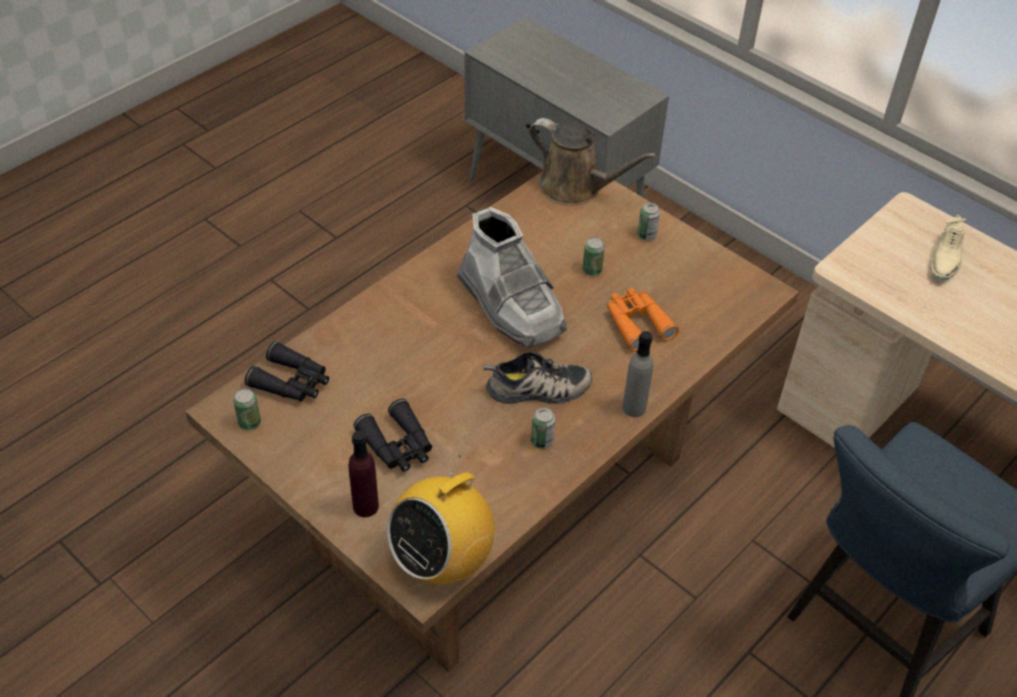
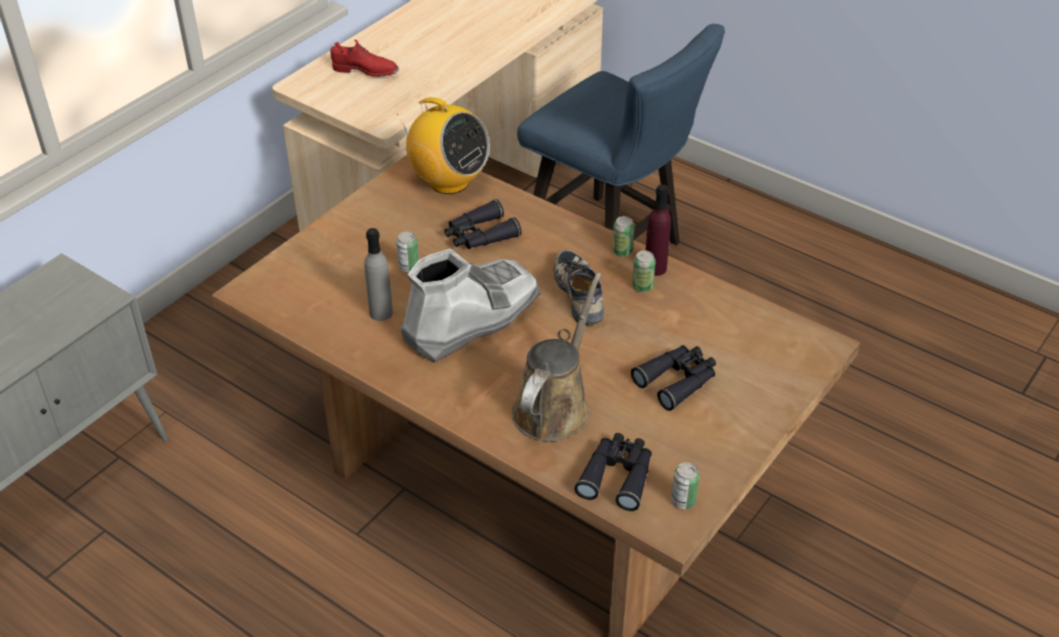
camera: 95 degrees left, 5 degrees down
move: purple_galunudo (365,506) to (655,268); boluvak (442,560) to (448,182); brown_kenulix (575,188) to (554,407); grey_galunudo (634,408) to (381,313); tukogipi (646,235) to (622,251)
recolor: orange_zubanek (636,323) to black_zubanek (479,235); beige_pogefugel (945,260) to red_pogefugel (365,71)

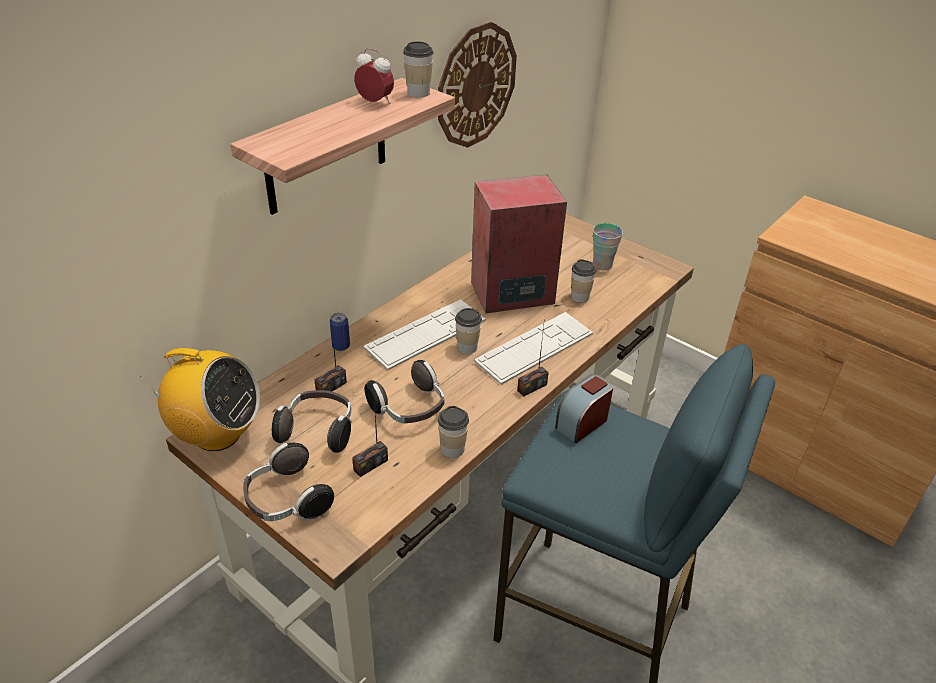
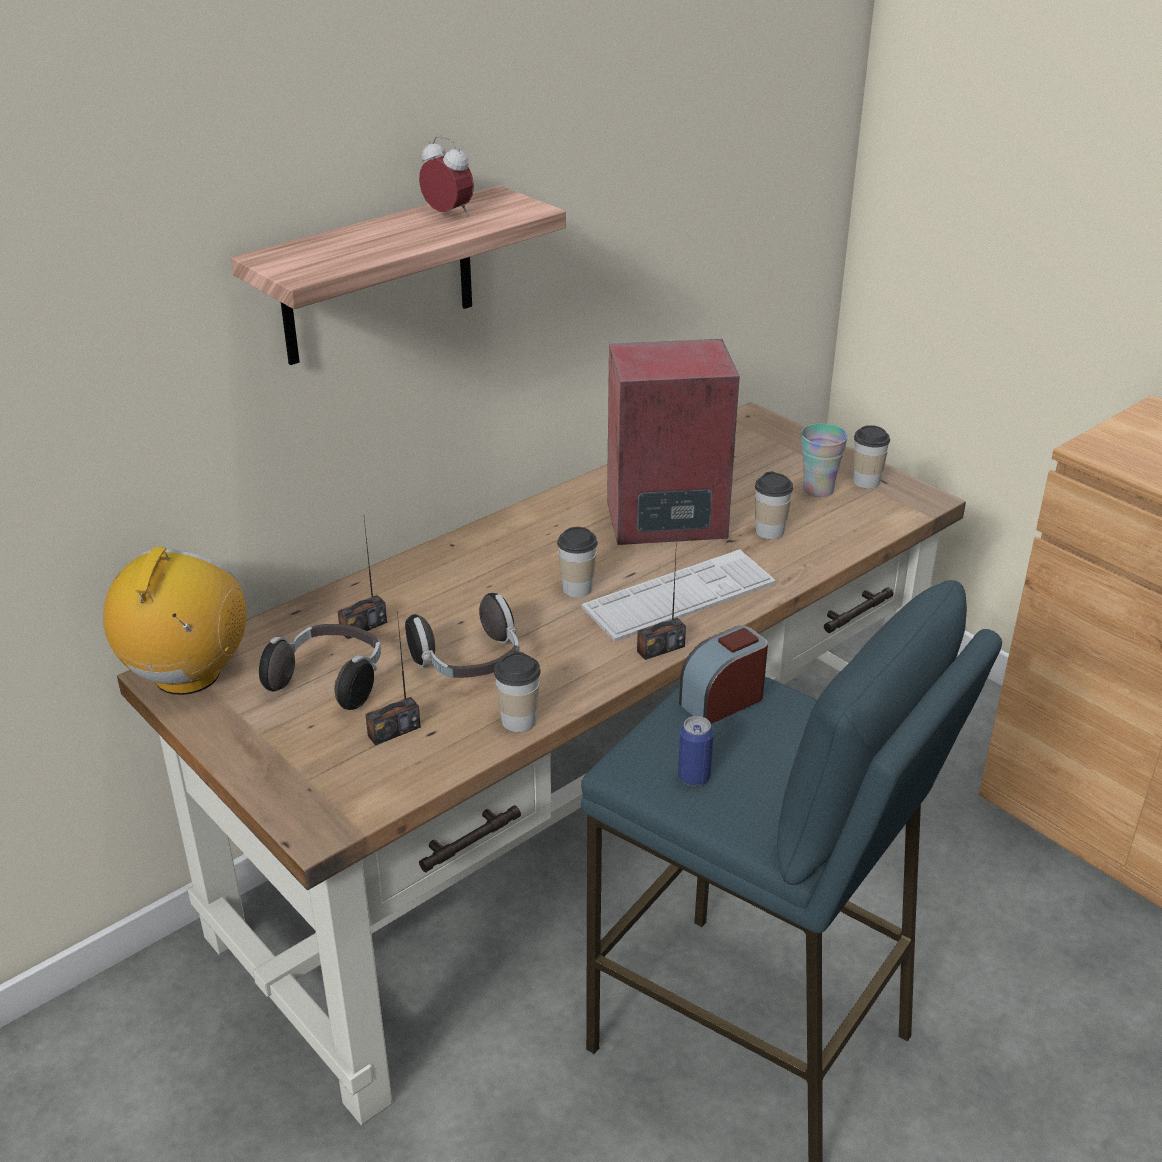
camera: 10 degrees right, 5 degrees down
delete: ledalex (286,501); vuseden (426,334); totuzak (476,86)
move: tukogipi (341,346) to (694,777); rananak (418,93) to (866,481)
rotate: boluvak (216,435) = (187,675) 105 degrees counterclockwise

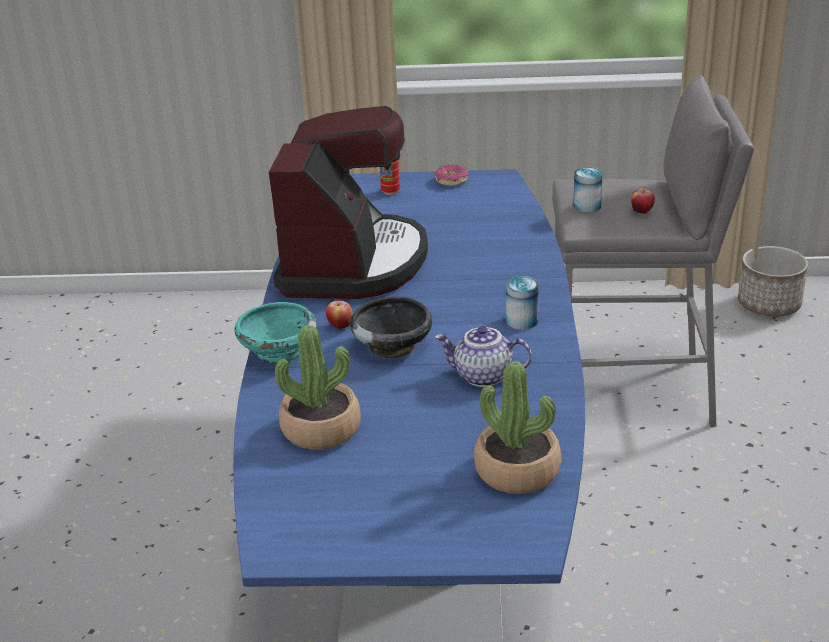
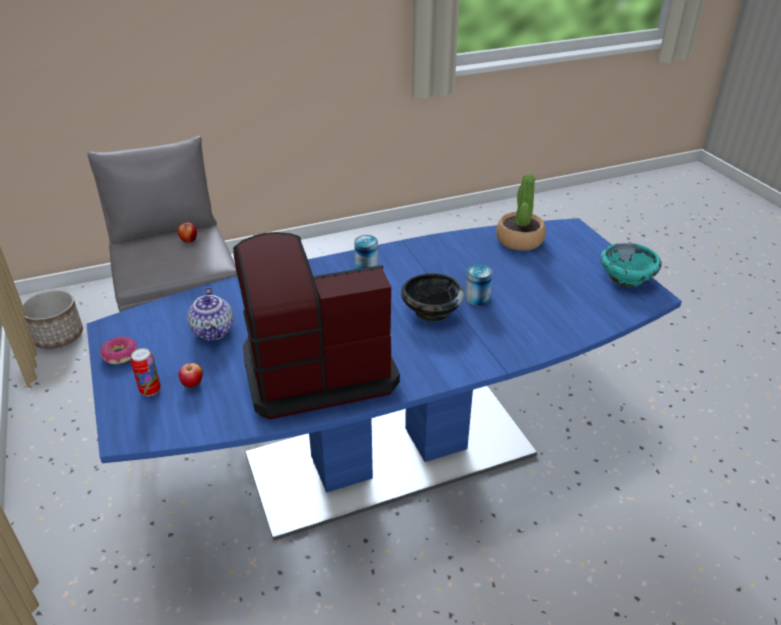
camera: 115 degrees left, 5 degrees up
delete: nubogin (321,429)
move: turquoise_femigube (278,351) to (626,278); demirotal (340,327) to (193,385); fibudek (482,377) to (214,332); tukogipi (587,206) to (477,298)

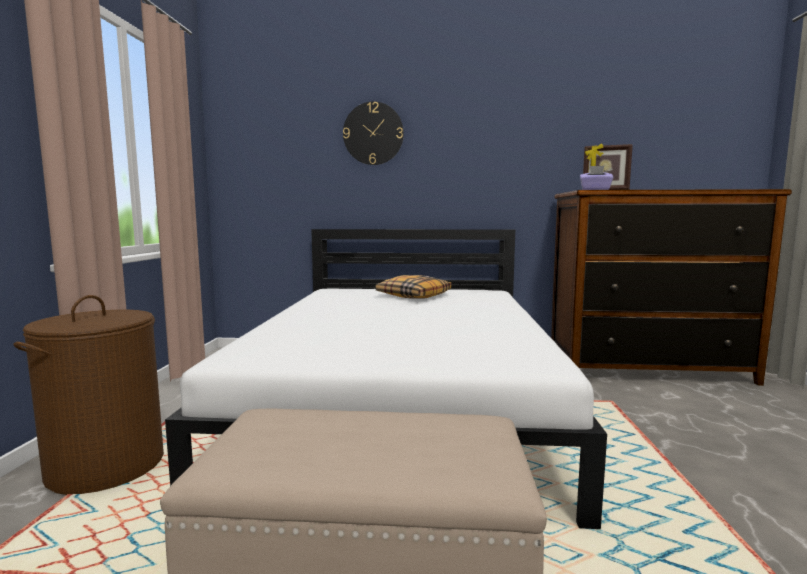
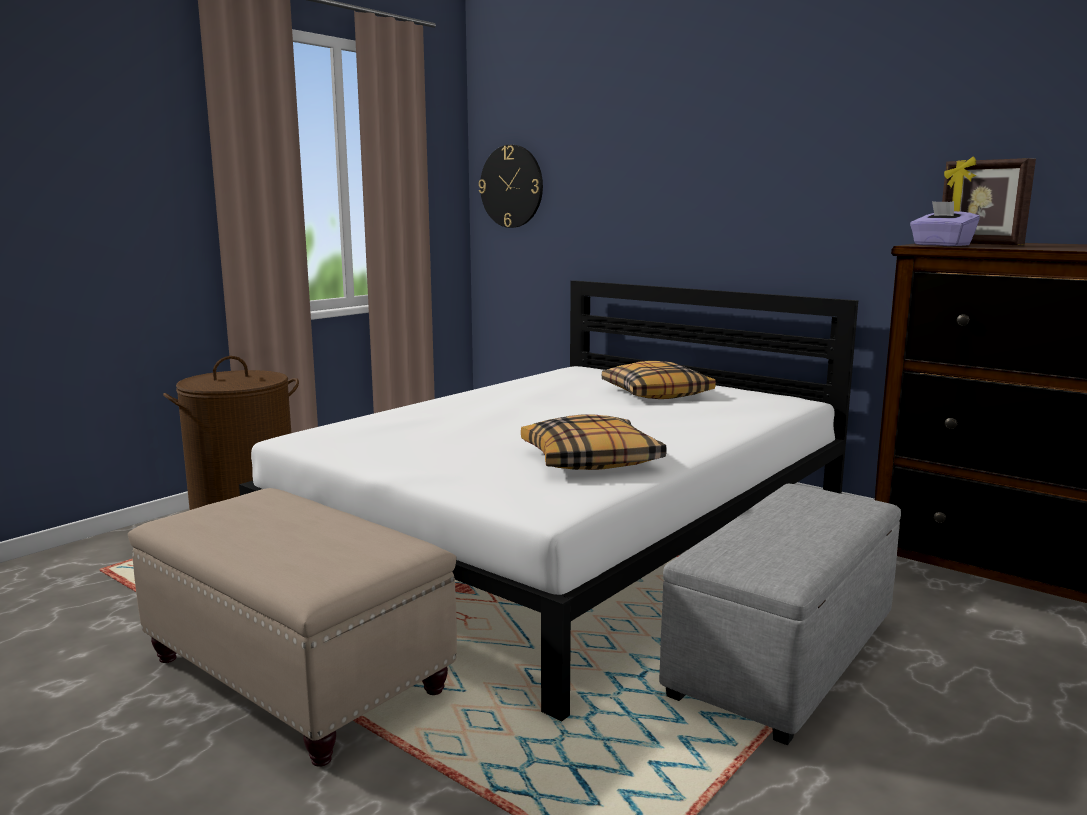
camera: 35 degrees right, 5 degrees up
insert: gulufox (590,460); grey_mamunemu (783,657)
move: totuzak (373,133) to (511,186)

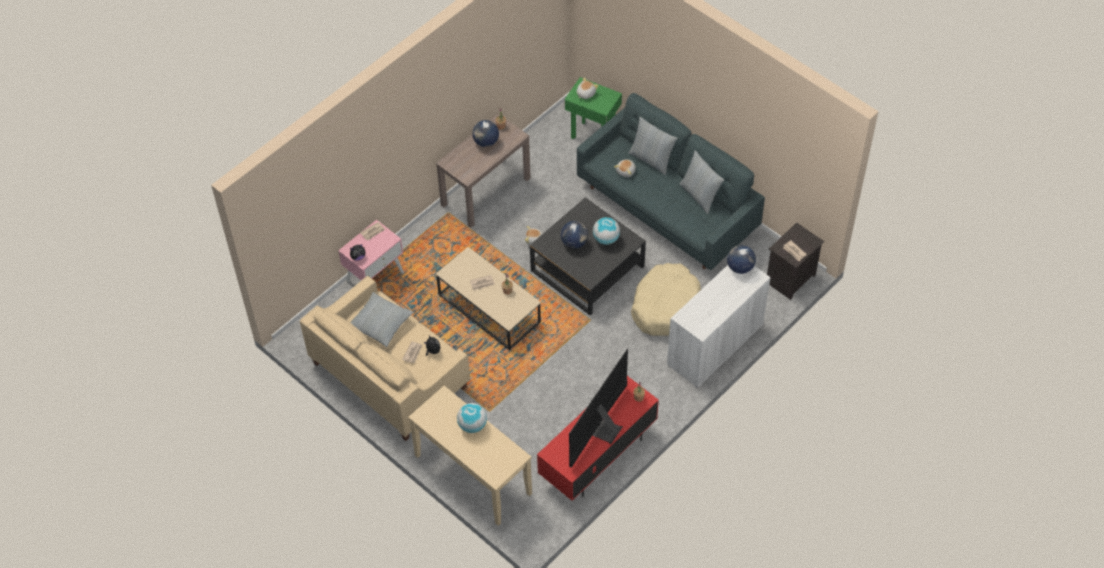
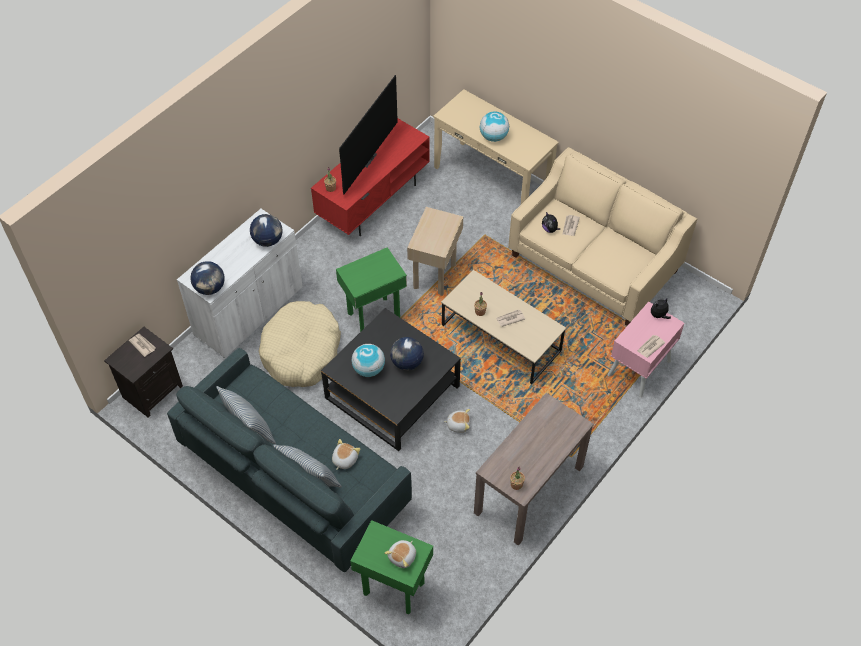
camera: 175 degrees right, 0 degrees up
delete: gulufox (380,323)
insert: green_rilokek (374,315); beige_rilokek (435,276)
move: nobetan (485,142) to (268,240)

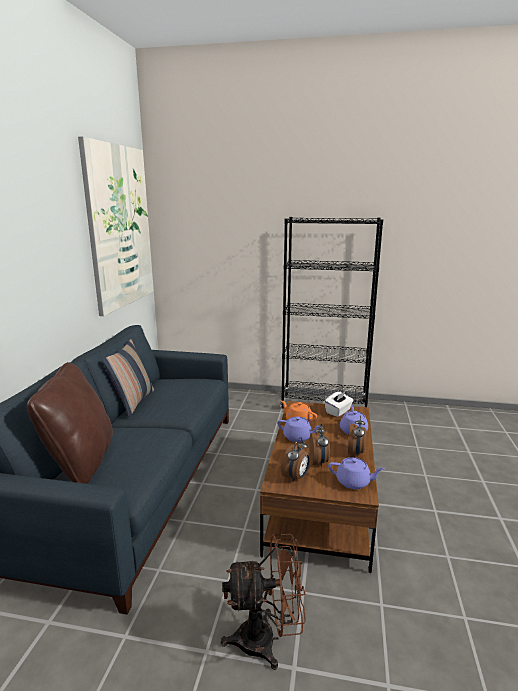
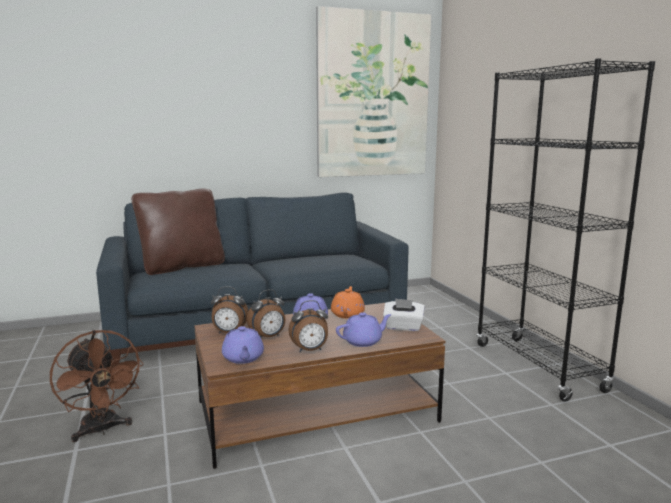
camera: 60 degrees right, 5 degrees down
delete: gulufox (133,402)

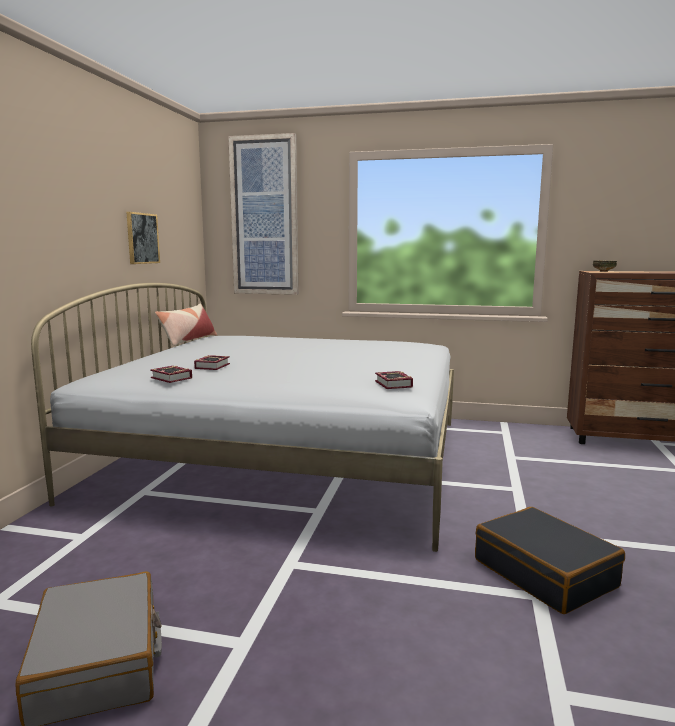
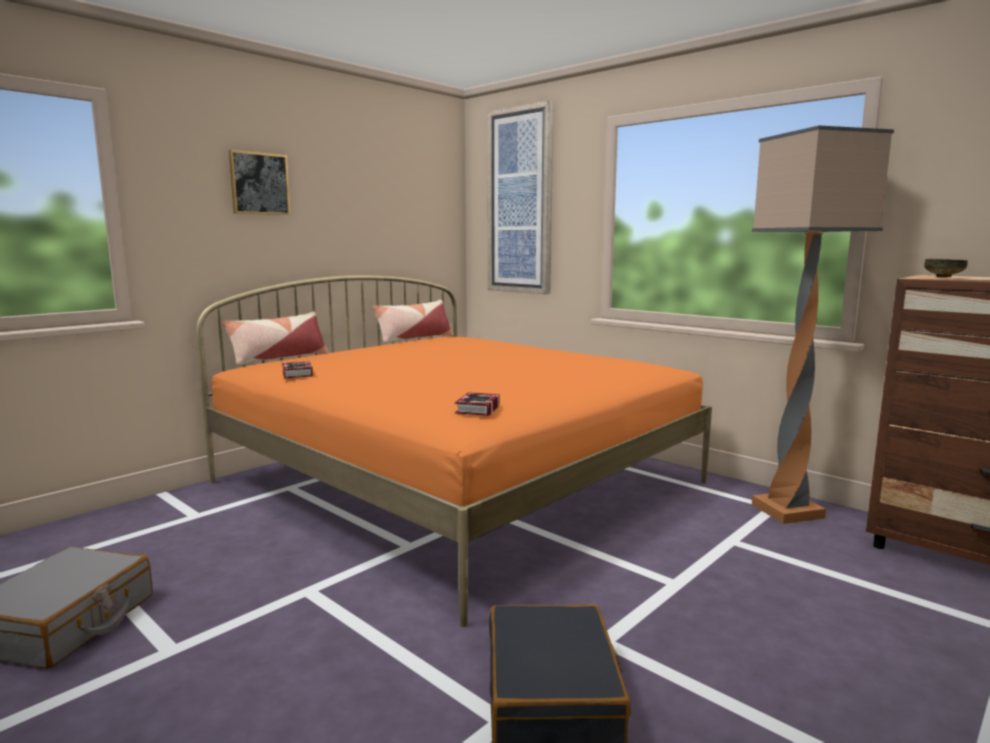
camera: 30 degrees right, 0 degrees up
delete: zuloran (214,366)
insert: gulufox (279,358); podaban (789,511)
move: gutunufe (142,238) to (259,183)
recolor: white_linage (287,457) to orange_linage (458,482)

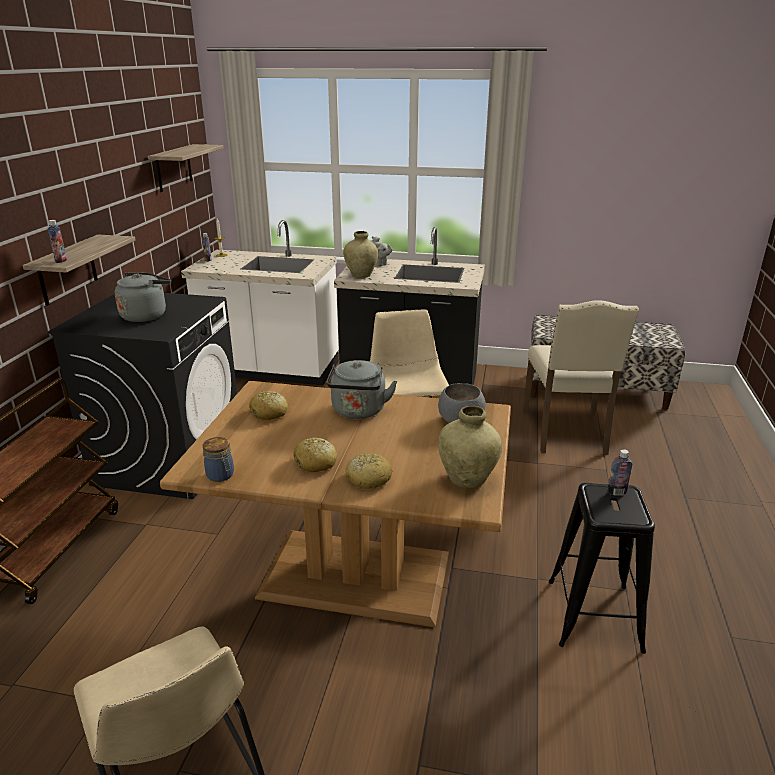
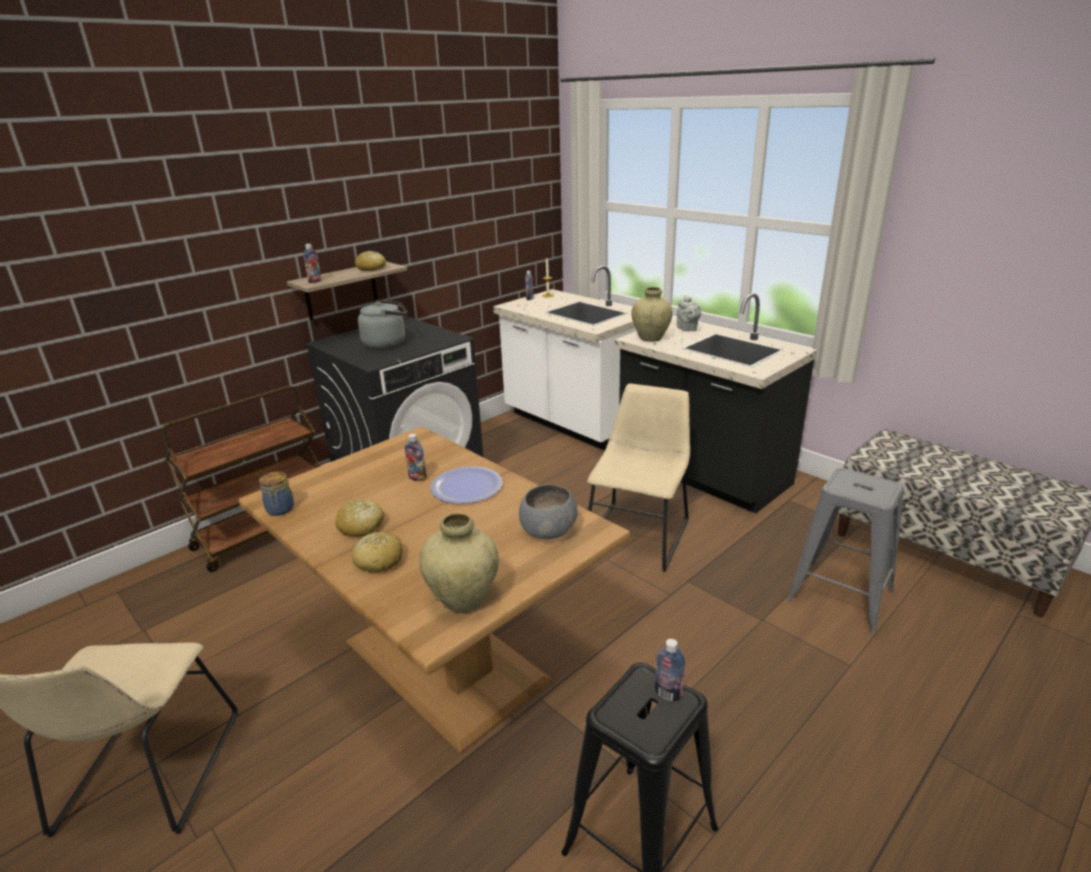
camera: 35 degrees right, 0 degrees up
delete: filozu (174,168)
insert: galunudo (417,478)
move: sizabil (269,413) to (371,268)
replace: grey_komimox (358,411) to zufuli (466,487); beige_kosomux (566,433) to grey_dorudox (841,596)

